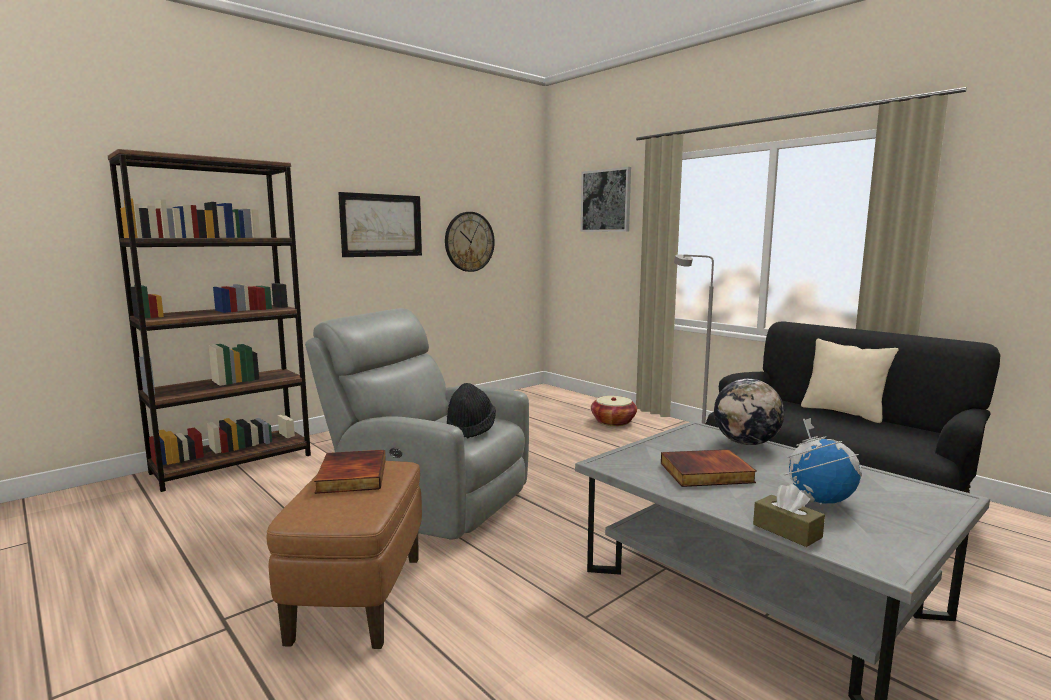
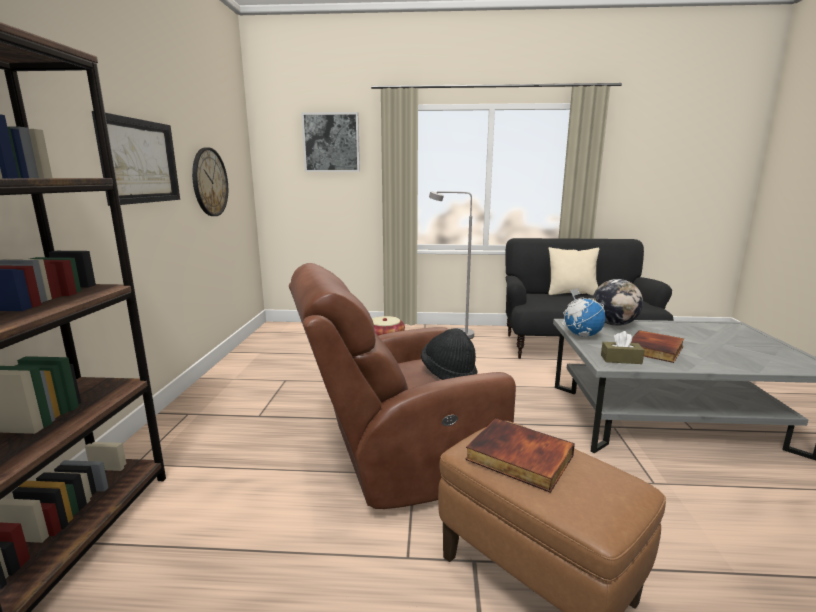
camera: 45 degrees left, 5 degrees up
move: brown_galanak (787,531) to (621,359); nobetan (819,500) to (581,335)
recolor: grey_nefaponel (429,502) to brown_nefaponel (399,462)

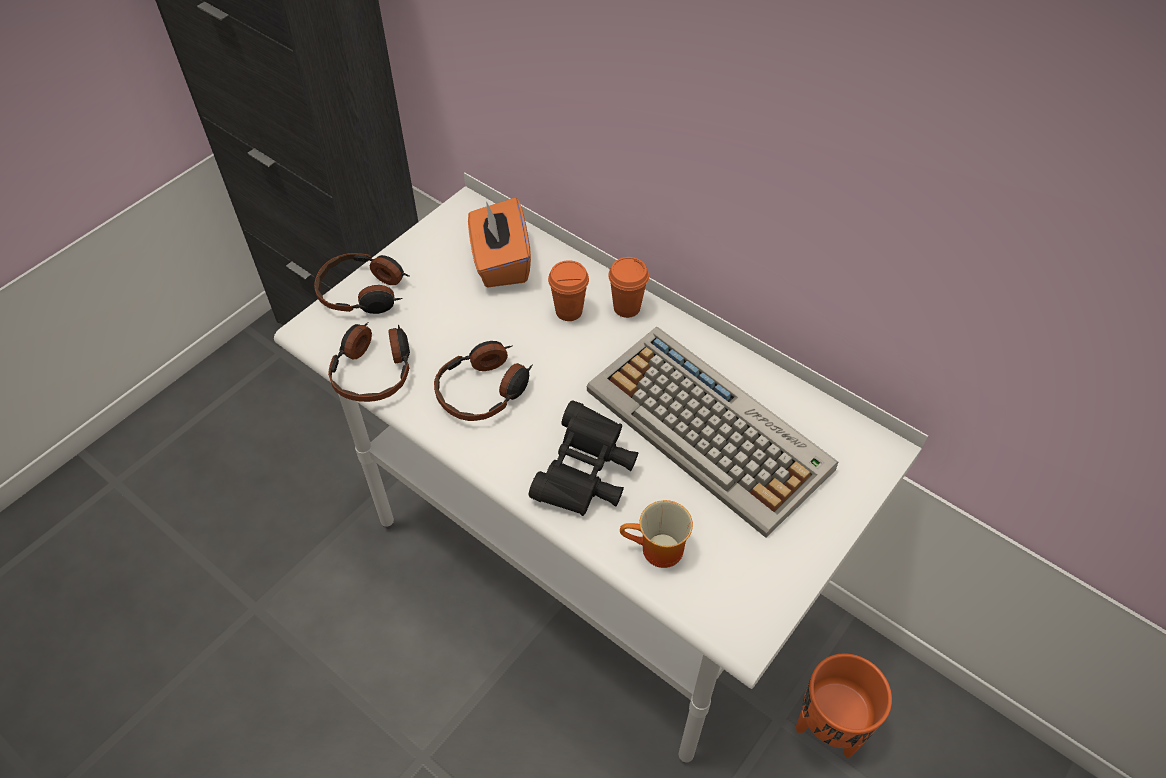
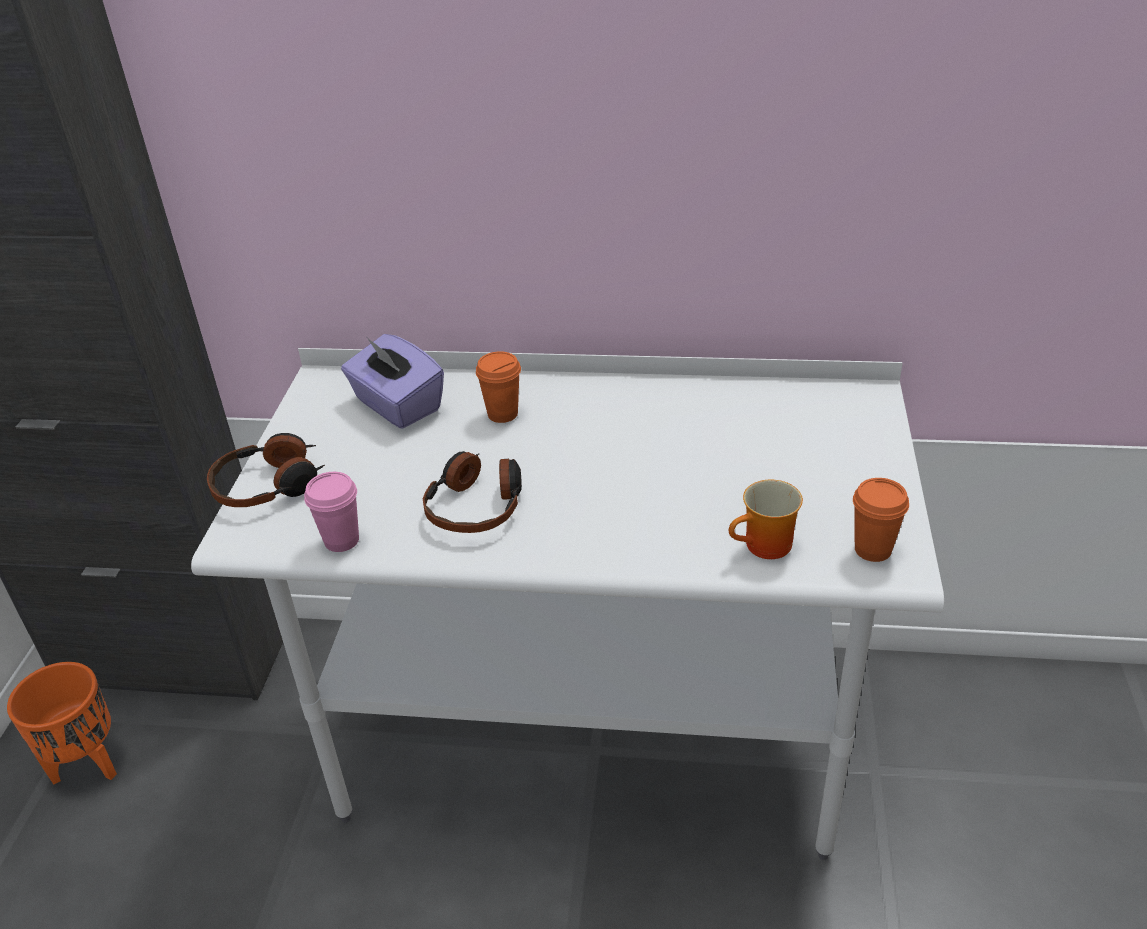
camera: 30 degrees left, 15 degrees down
delete: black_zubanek (585,475); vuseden (710,429)
move: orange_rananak (627,307) to (872,549); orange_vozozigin (829,727) to (89,763)
replace: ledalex (374,370) to pink_rananak (341,540)
recolor: orange_galanak (500,262) to purple_galanak (397,406)

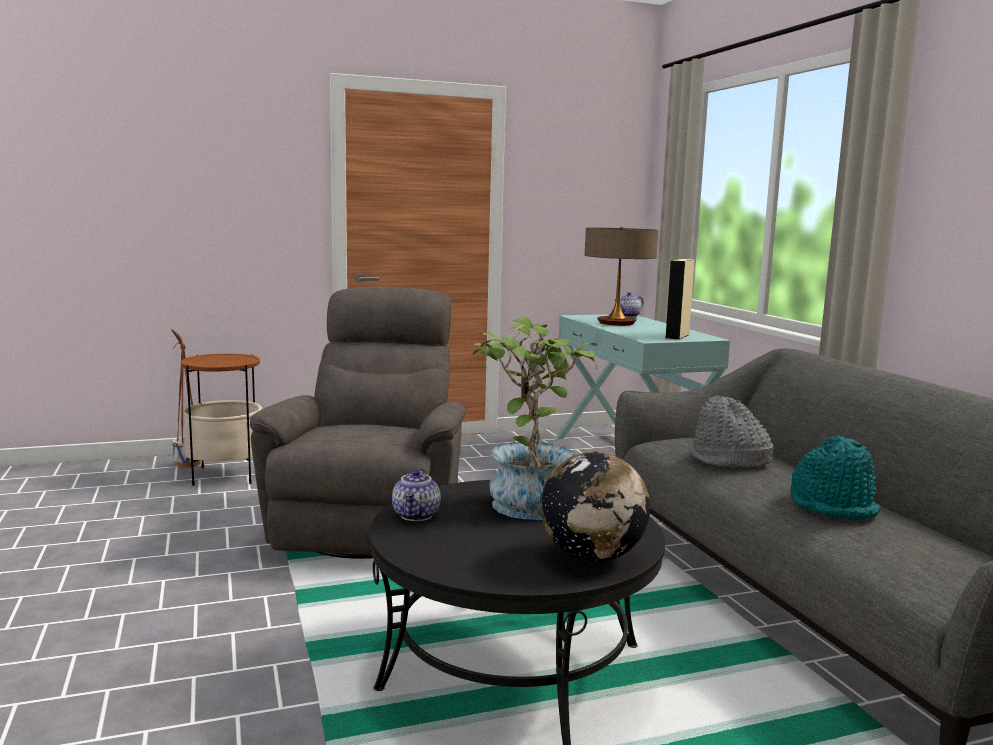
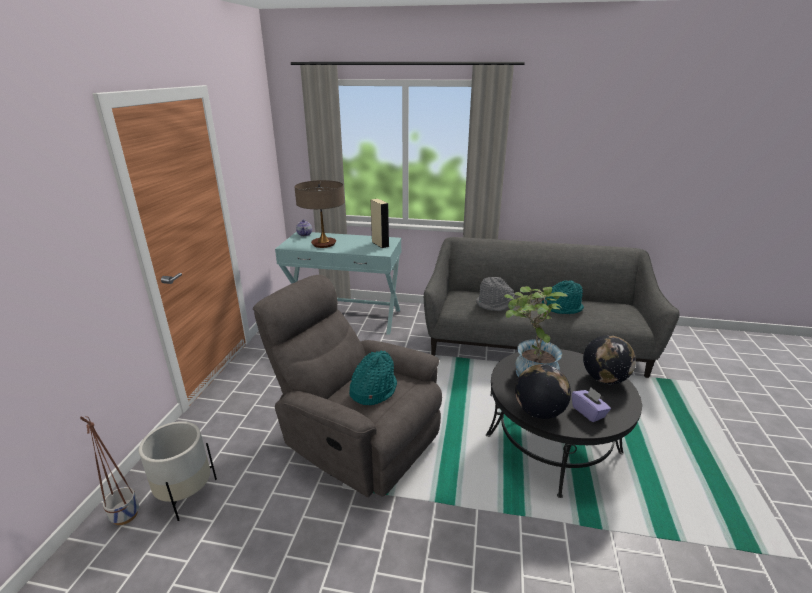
camera: 60 degrees left, 15 degrees up
insert: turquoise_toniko (373,390); purple_galanak (588,412)
replace: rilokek (226,475) to white_vozozigin (186,494); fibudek (417,515) to nobetan (539,412)

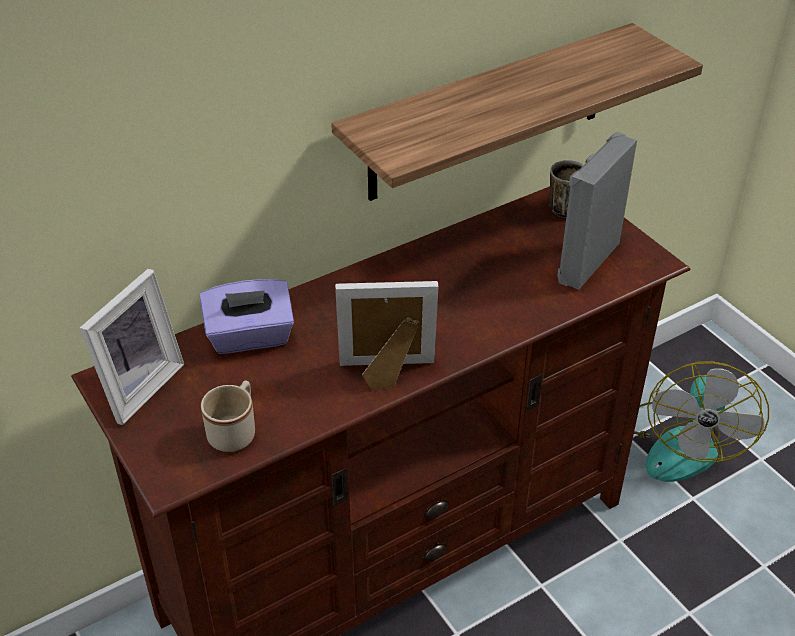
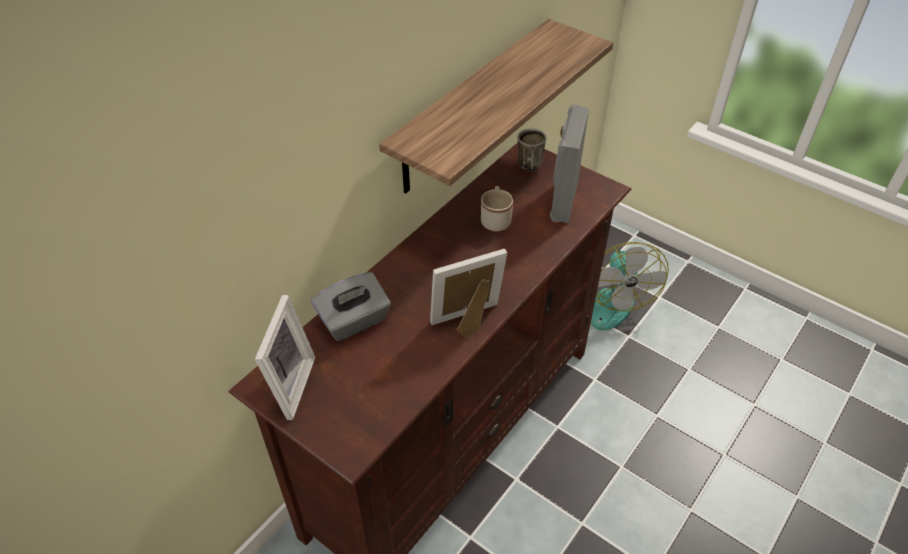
camera: 20 degrees left, 5 degrees up
move: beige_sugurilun (235,431) to (496,219)
recolor: purple_galanak (250,337) to grey_galanak (354,321)

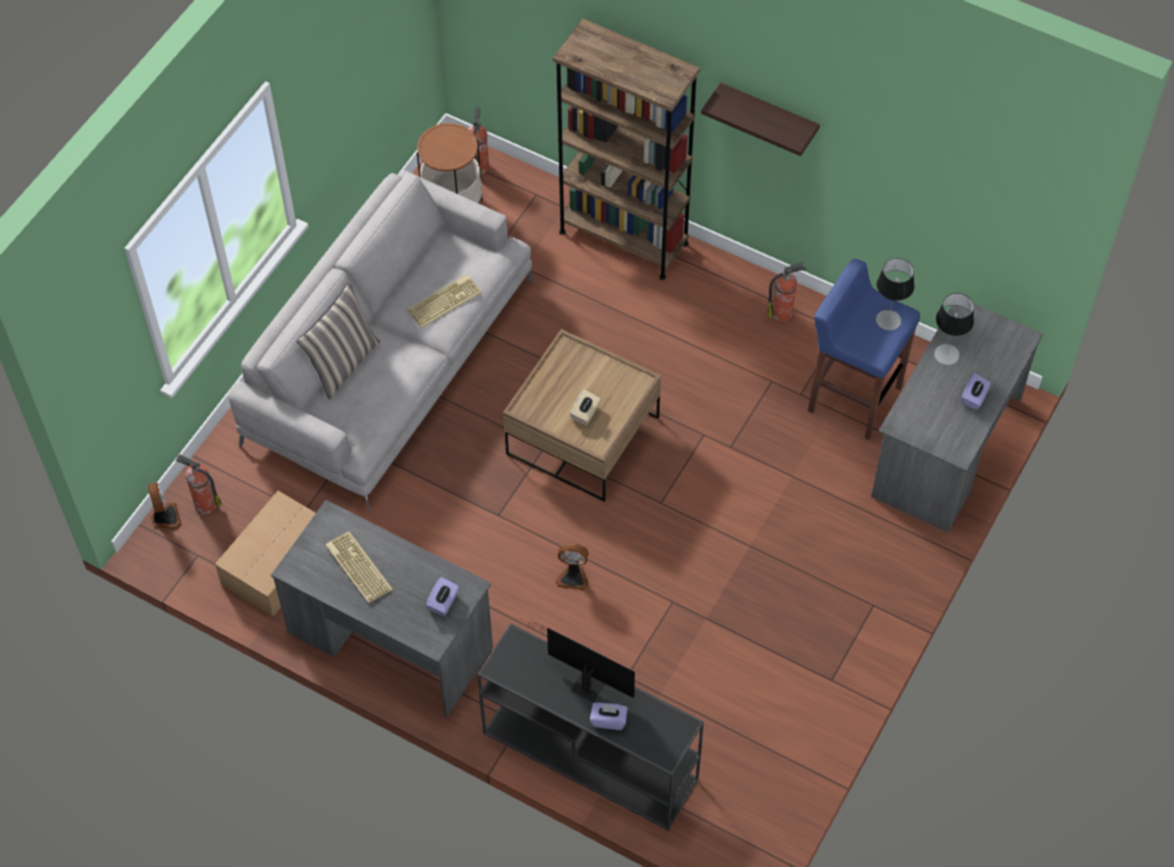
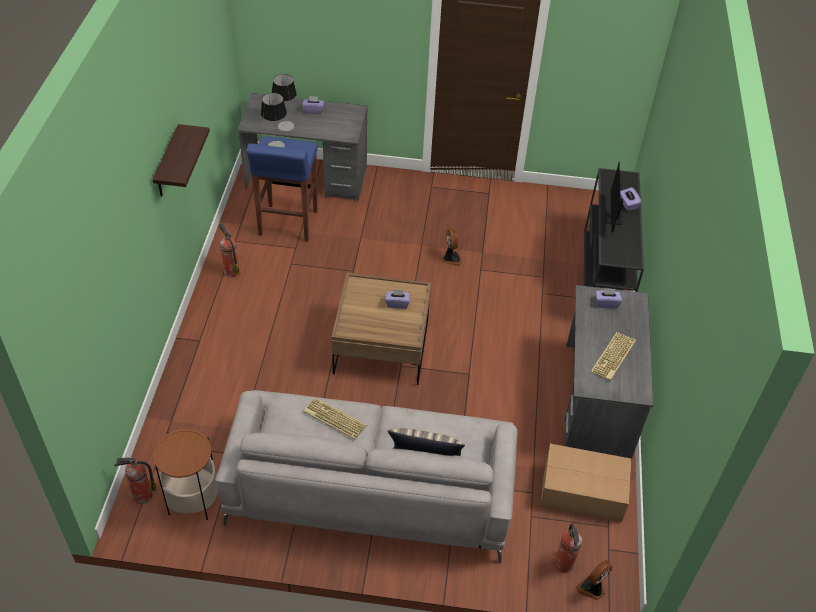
camera: 115 degrees left, 10 degrees down
delete: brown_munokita (623,237)
move: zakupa (573,576) to (451,259)
recolor: beige_galanak (585,413) to purple_galanak (397,304)

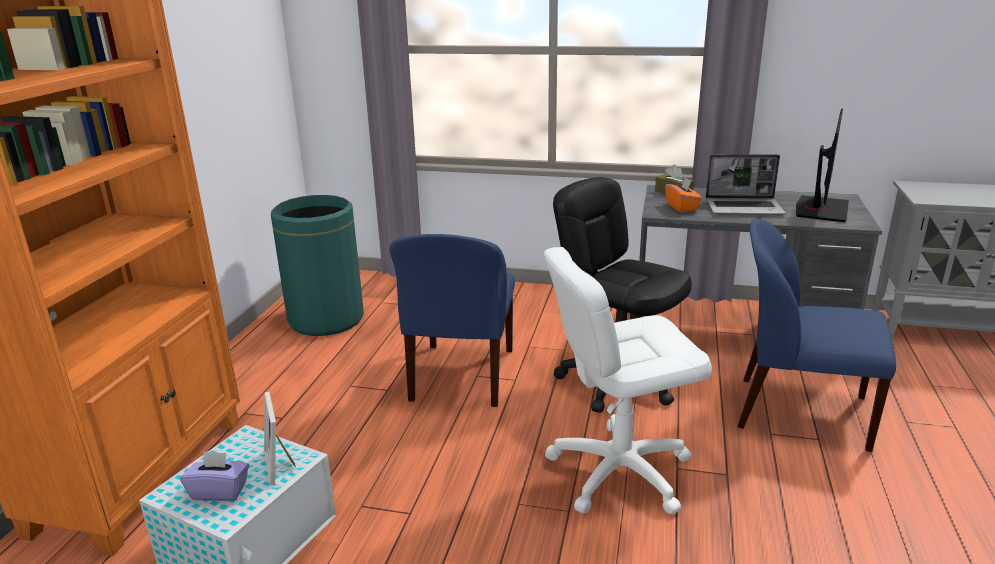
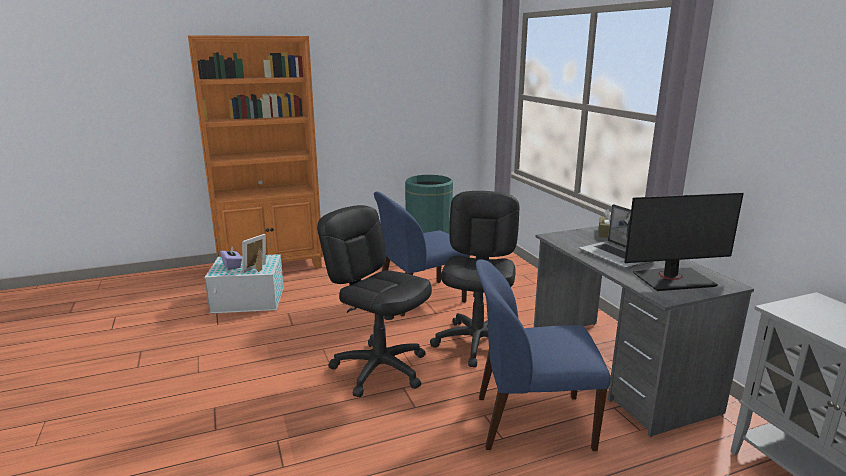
camera: 55 degrees right, 5 degrees down
delete: orange_galanak (682,207)
recolor: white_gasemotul (619,471) to black_gasemotul (380,369)
rotate: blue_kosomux (798,412) = (530,422) 75 degrees counterclockwise

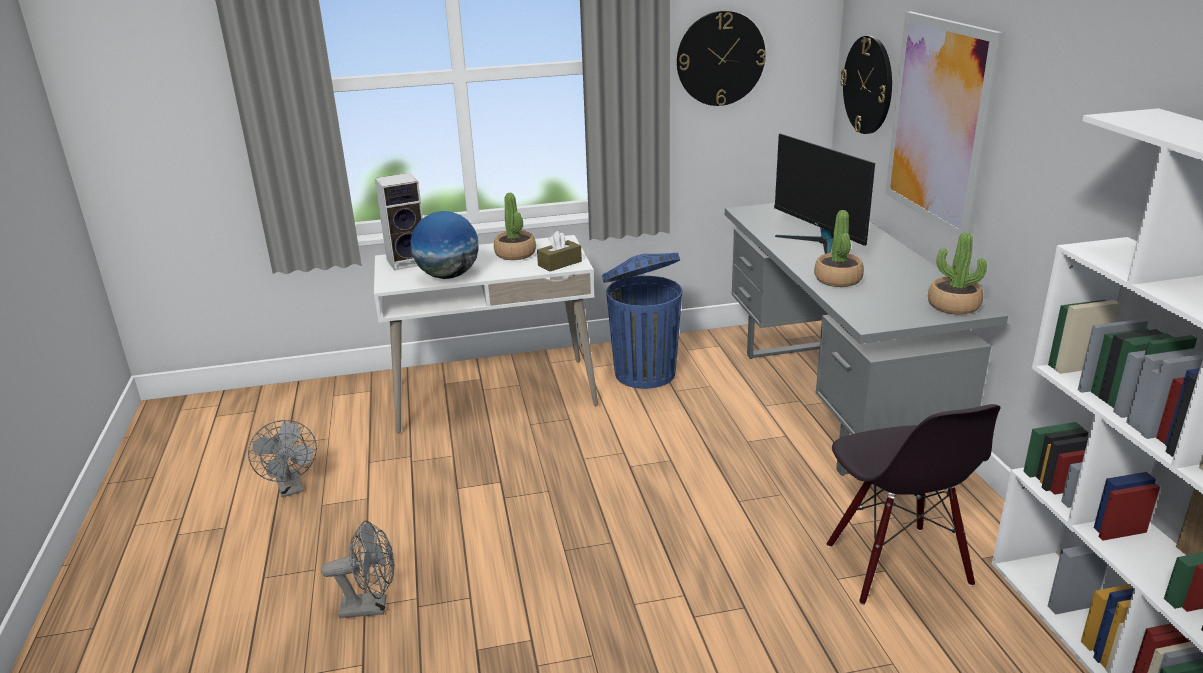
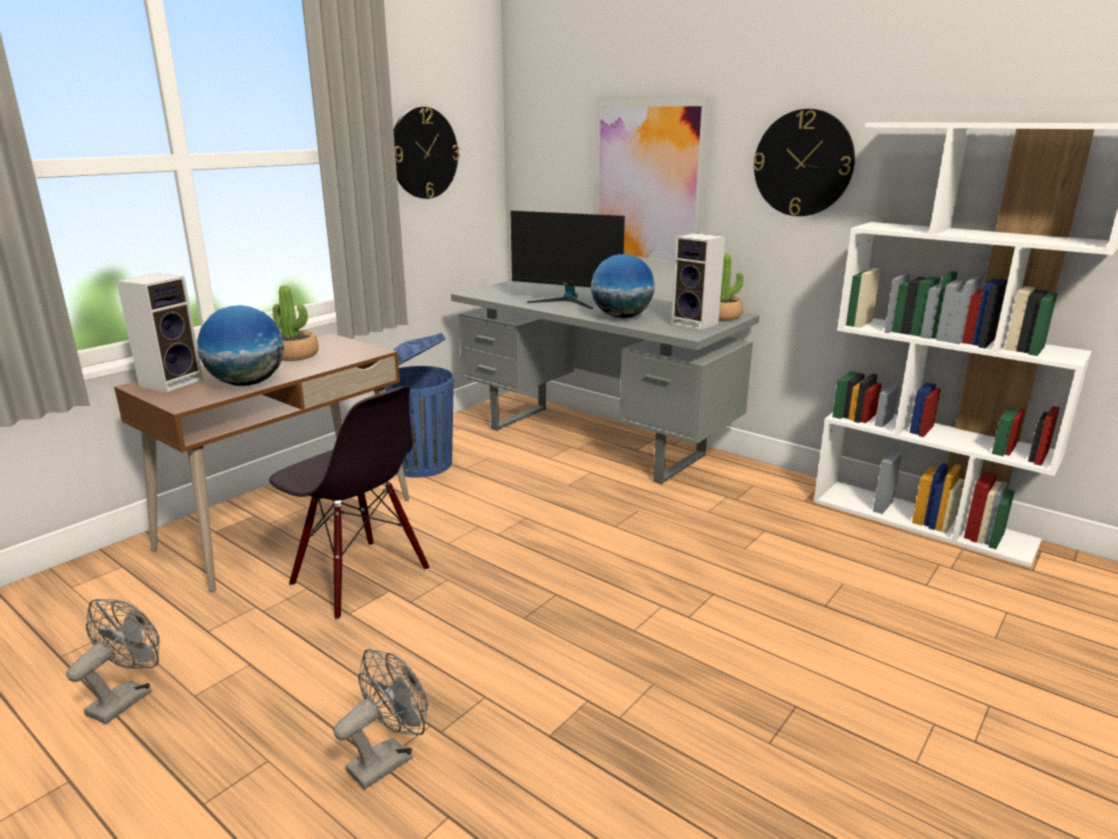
camera: 40 degrees left, 5 degrees down
delete: brown_galanak (559,263)
insert: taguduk (696,324)
move: black_kosomux (896,565) to (359,578); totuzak (868,85) to (803,163)
replace: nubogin (838,279) to nobetan (621,317)
recolor: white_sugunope (494,395) to brown_sugunope (288,523)
rotate: grey_zakupa (291,488) = (127,697) 90 degrees counterclockwise

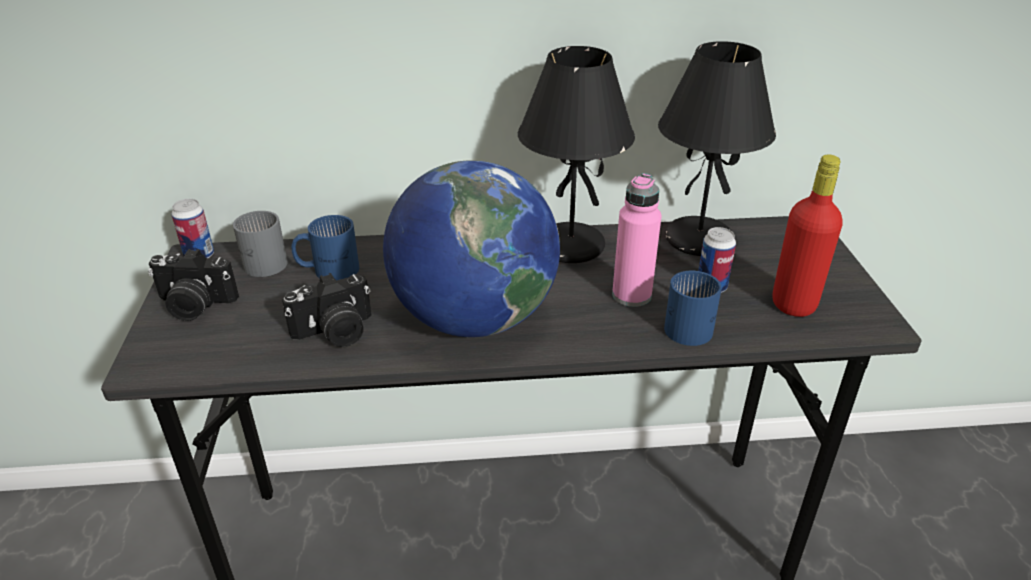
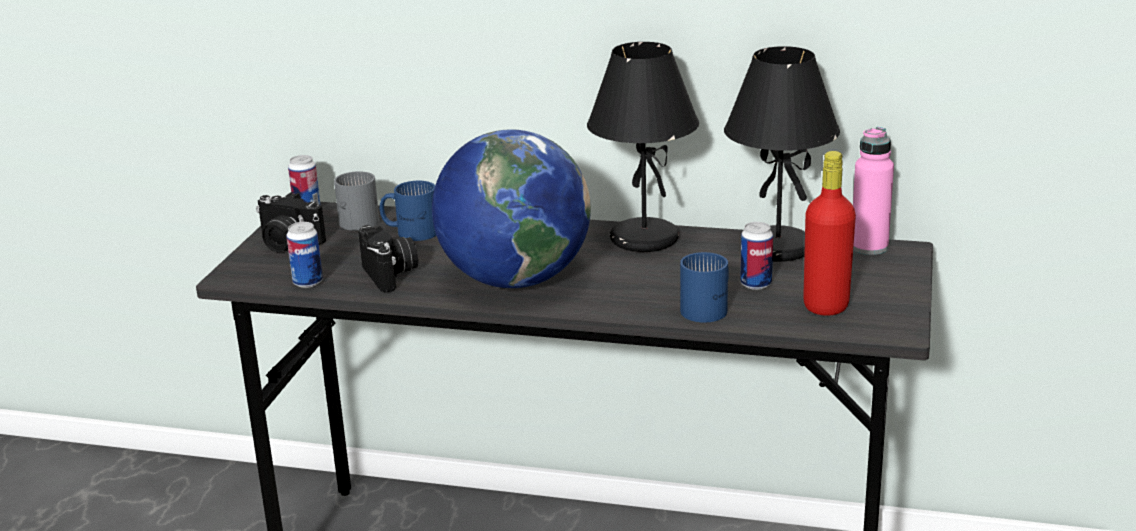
camera: 20 degrees right, 10 degrees down
insert: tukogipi (308,282)
move: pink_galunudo (631,295) to (869,247)
rotate: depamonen (335,333) = (391,275) 105 degrees counterclockwise

